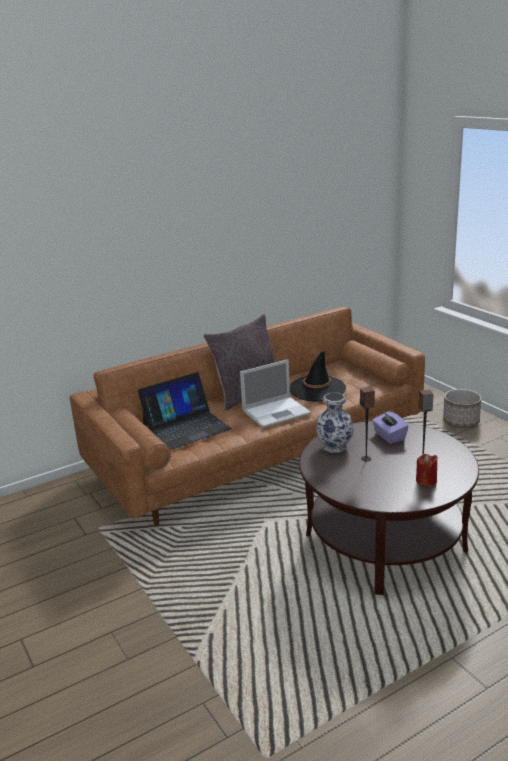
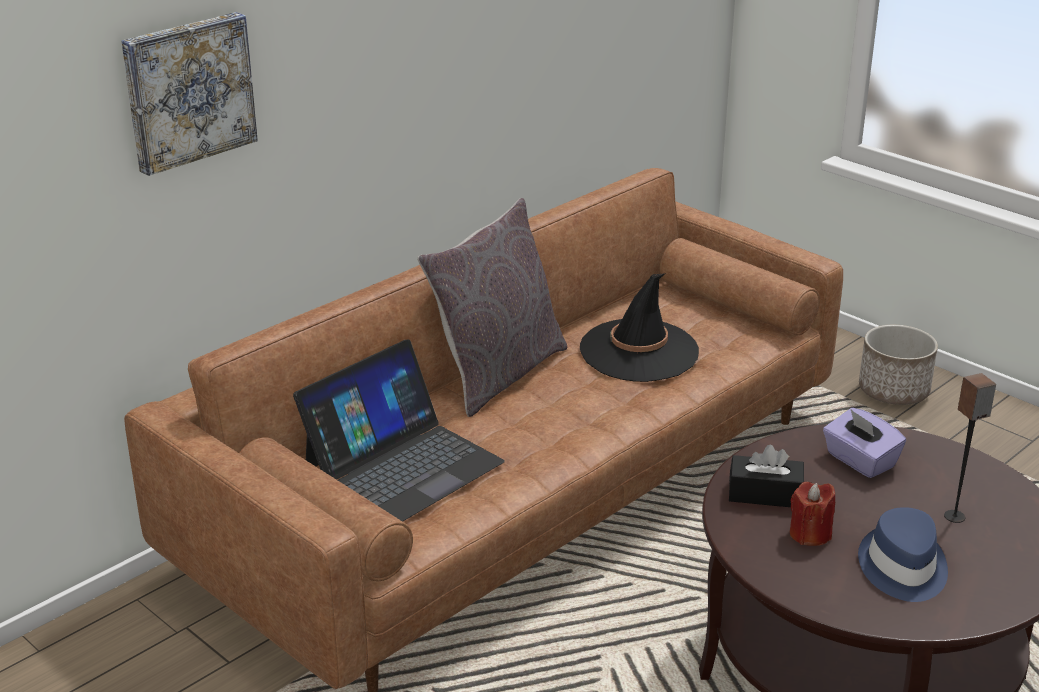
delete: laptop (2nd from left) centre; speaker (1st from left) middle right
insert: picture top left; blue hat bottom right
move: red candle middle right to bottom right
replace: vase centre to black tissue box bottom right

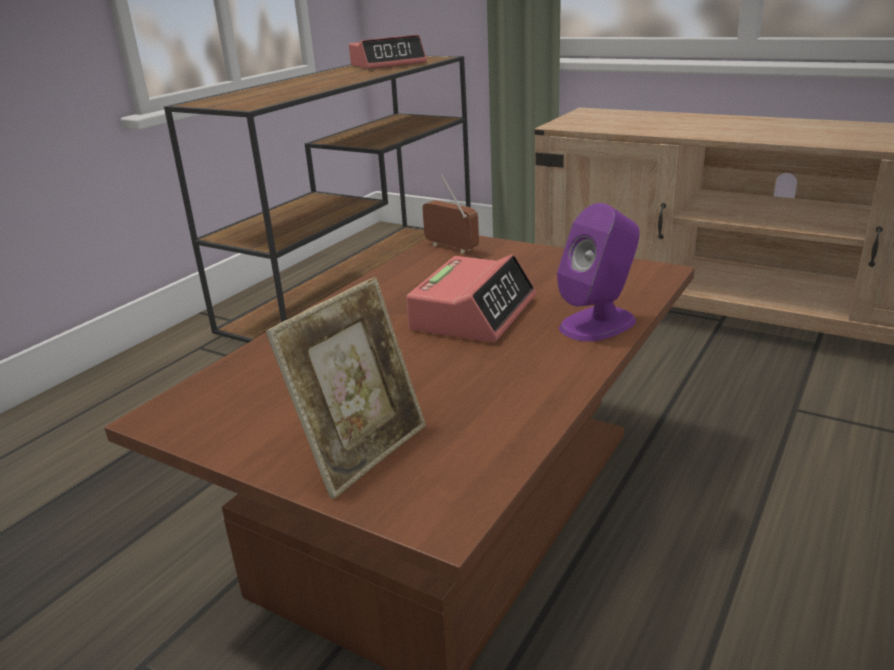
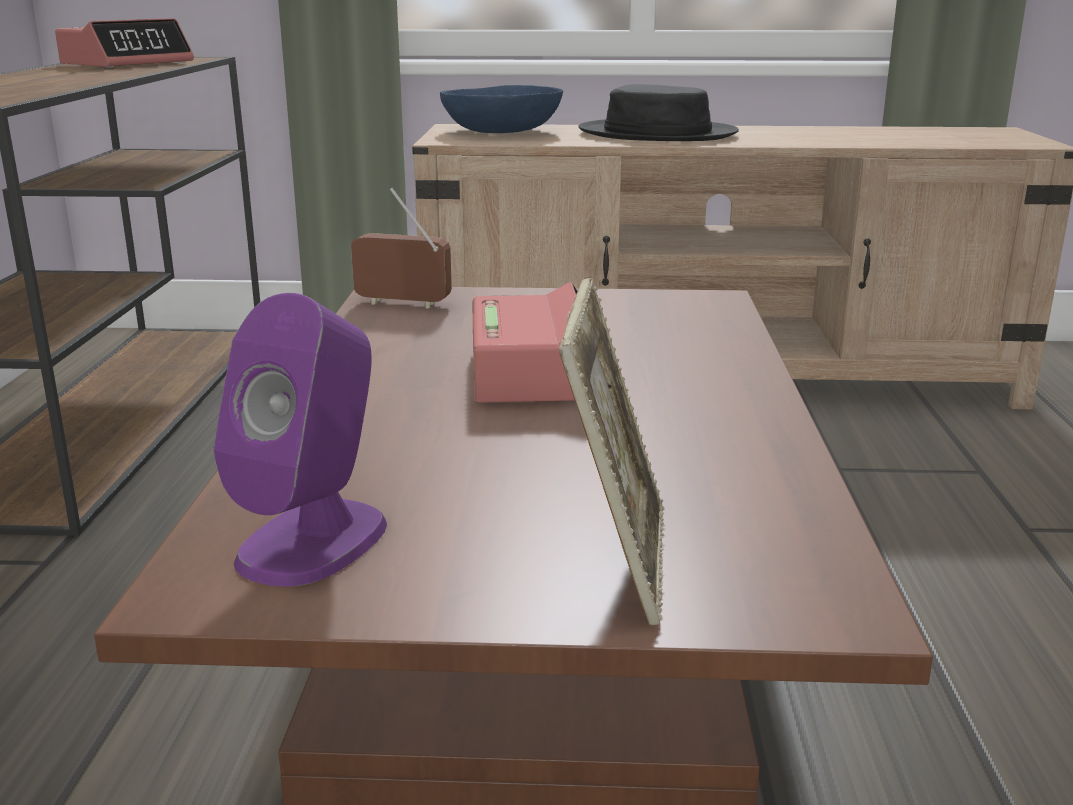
insert: black hat top centre; blue bowl top centre
move: purple speaker middle right to middle left

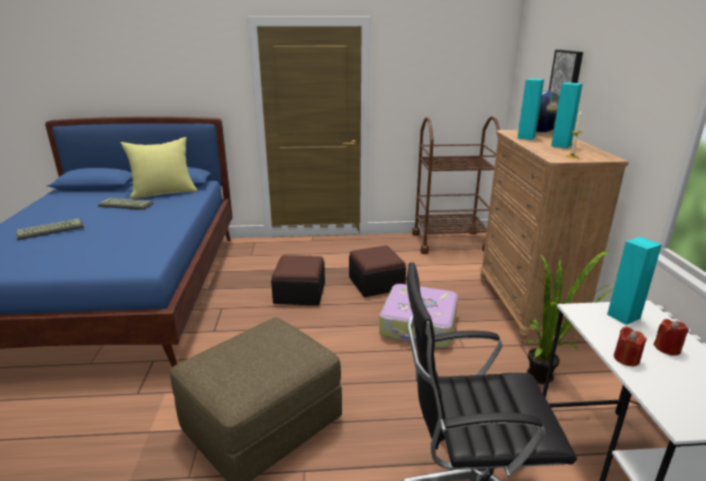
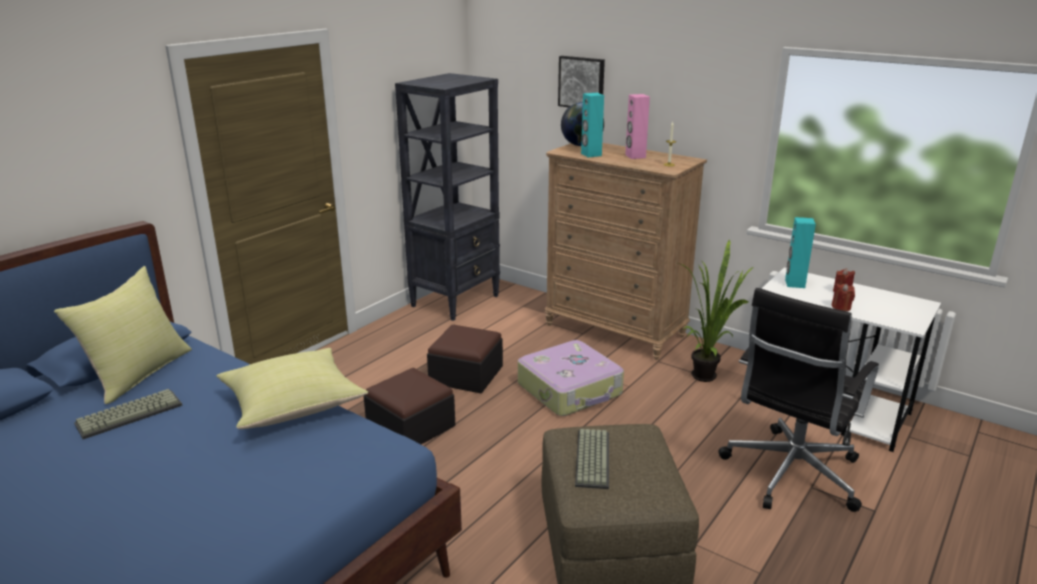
insert: yellow pillow (2nd from left) middle left
move: keyboard (1st from left in the first image) middle left to keyboard (2nd from left) bottom centre
replace: brown cart centre to black bookcase centre
recolor: turquoise speaker (2nd from left) top right to pink speaker top centre

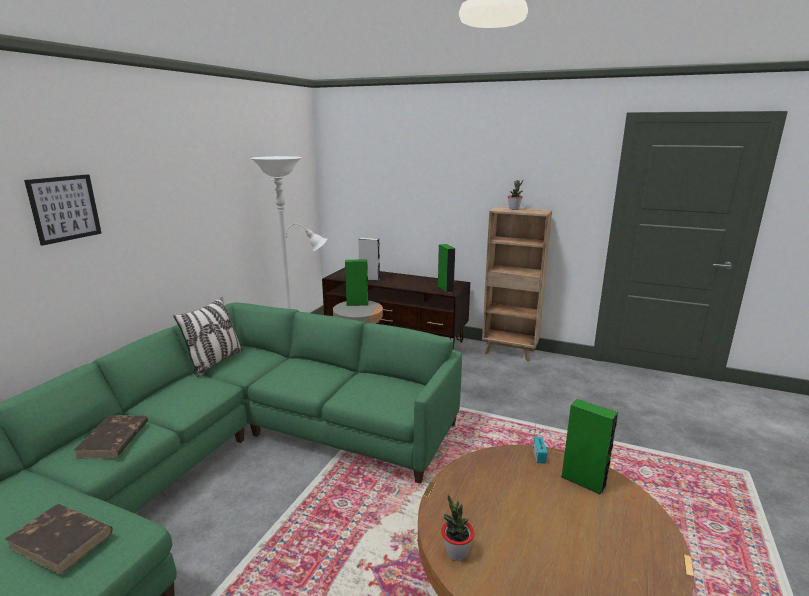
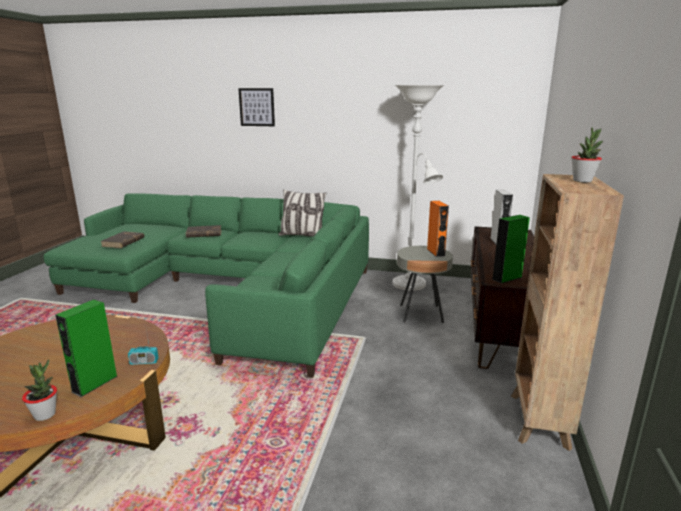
move: potted plant (1st from left) bottom centre to bottom left
recolor: green speaker (1st from left) centre to orange speaker centre

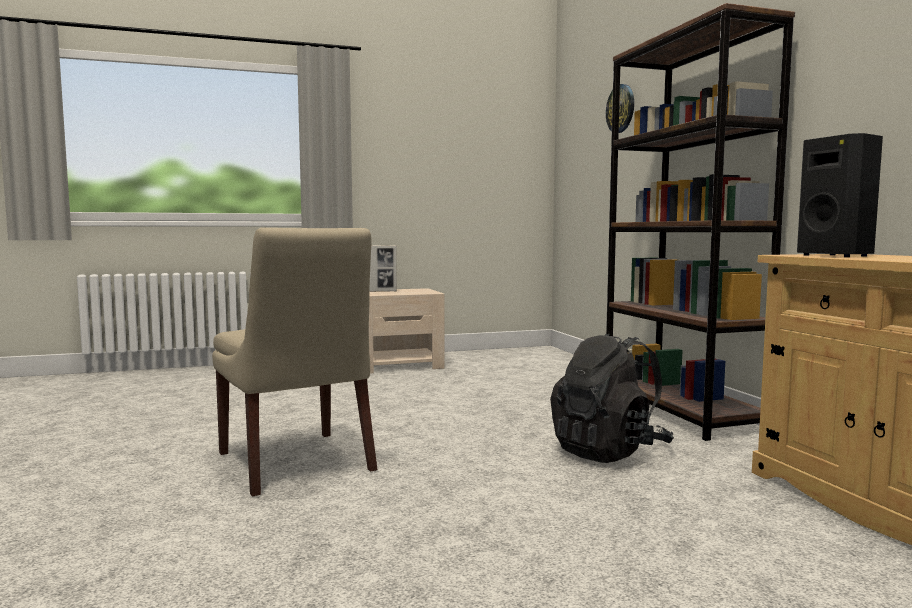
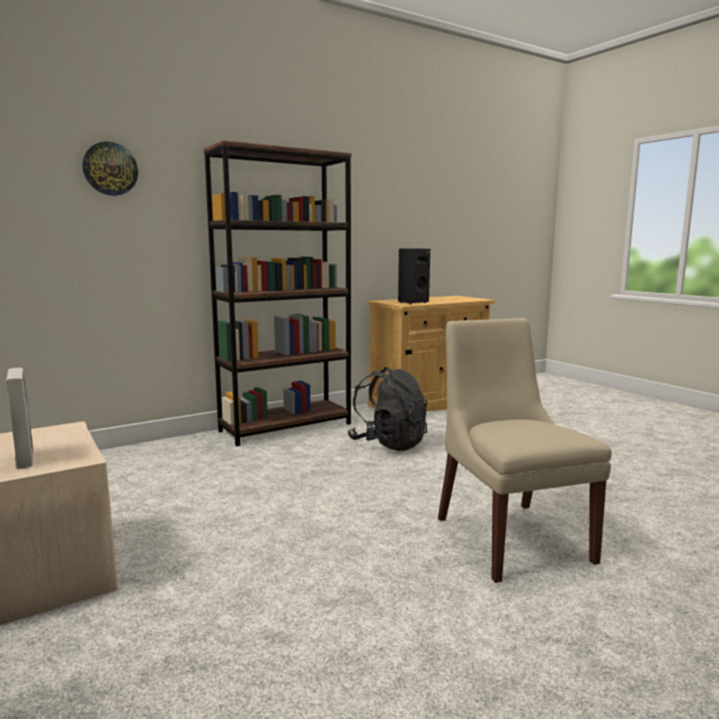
rotate: beige chair middle left = middle right 60 degrees counterclockwise

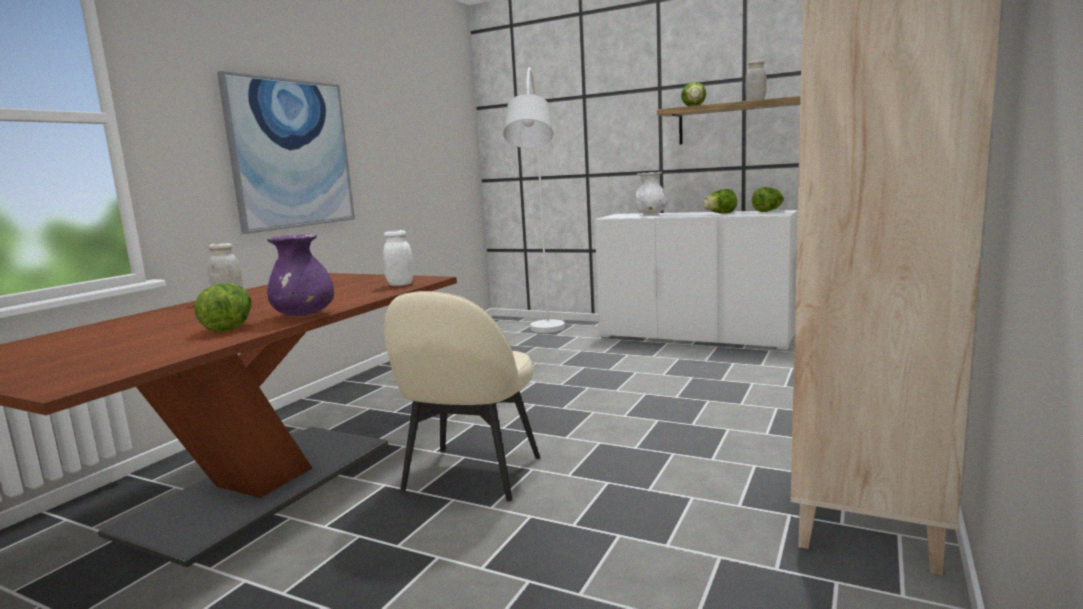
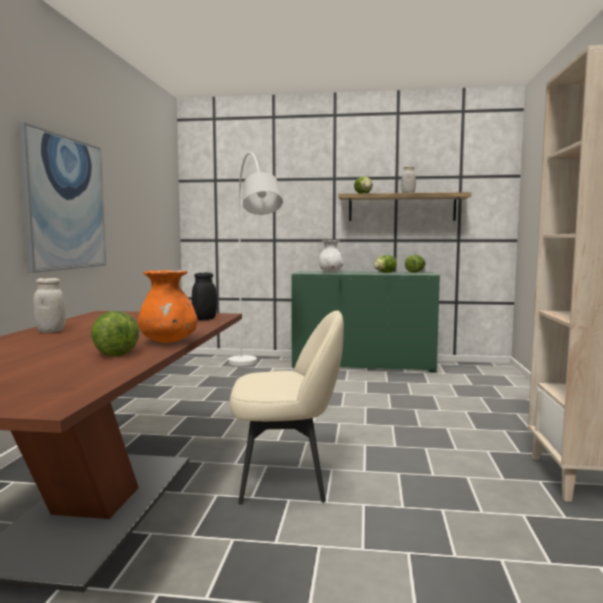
recolor: white cabinet centre to green cabinet centre; white jar (2nd from left) centre to black jar centre; purple vase middle left to orange vase middle left
rotate: beige chair centre = bottom centre 90 degrees counterclockwise

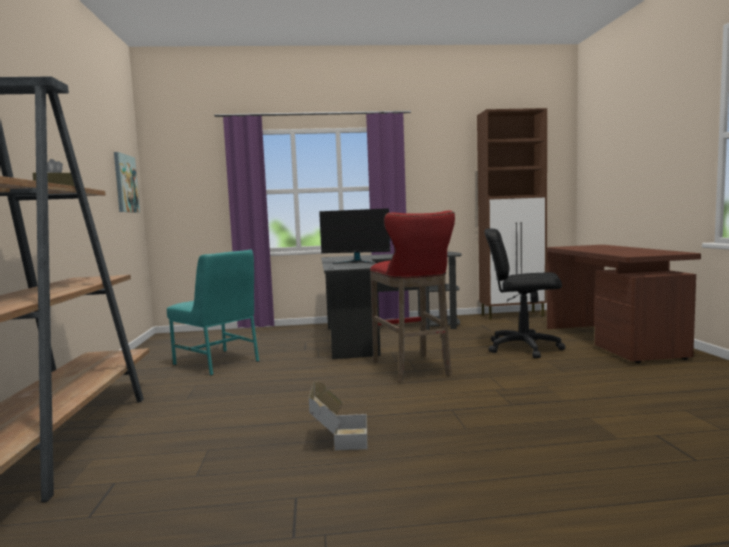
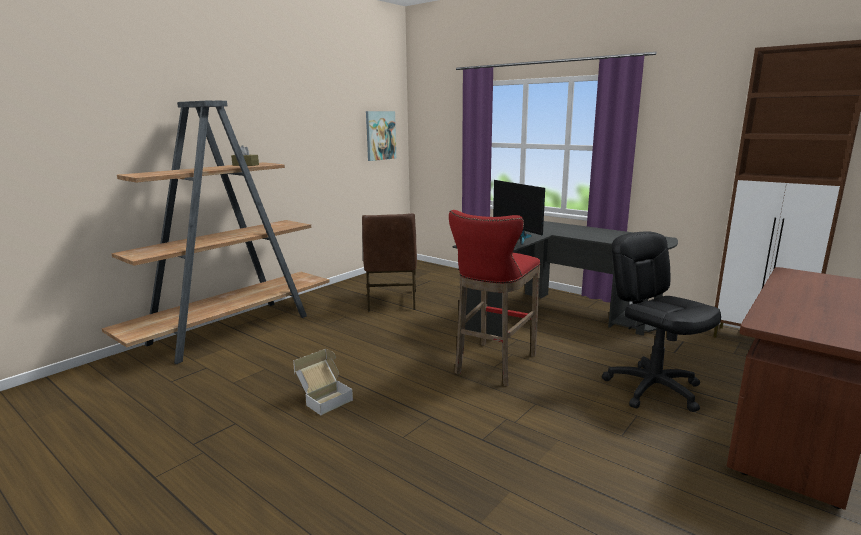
recolor: turquoise chair middle left to brown chair centre

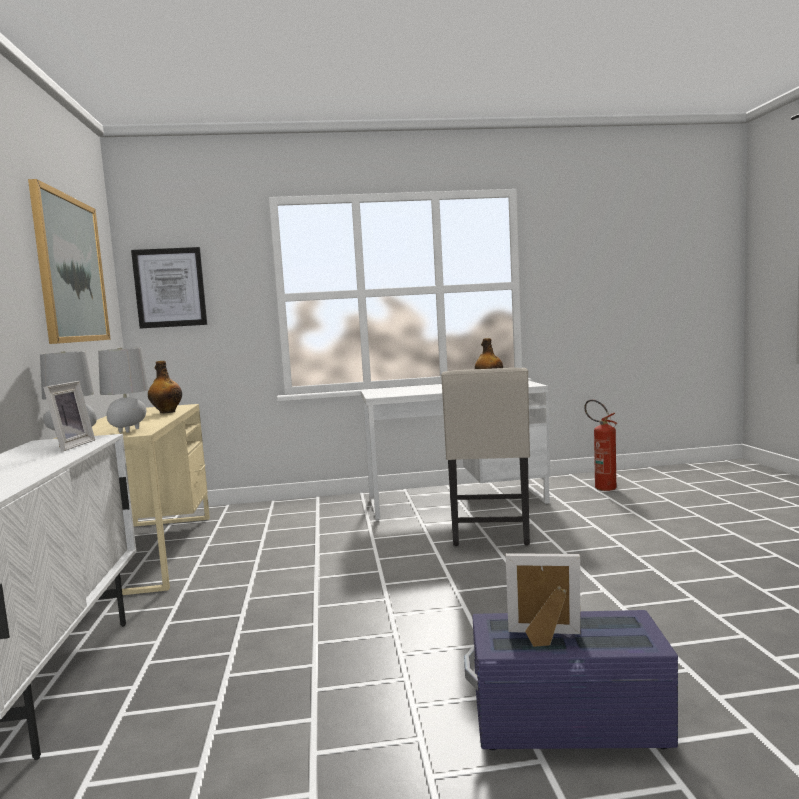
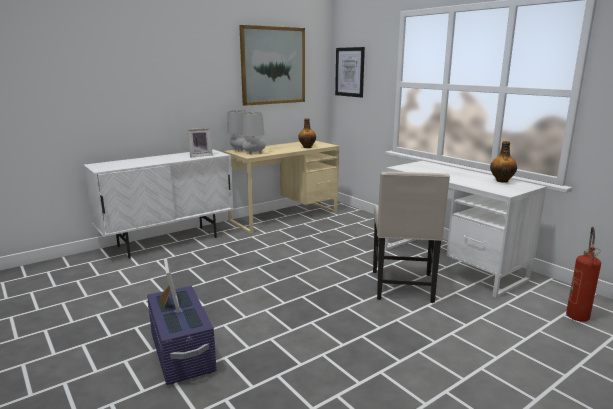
rotate: beige chair centre = middle right 60 degrees counterclockwise

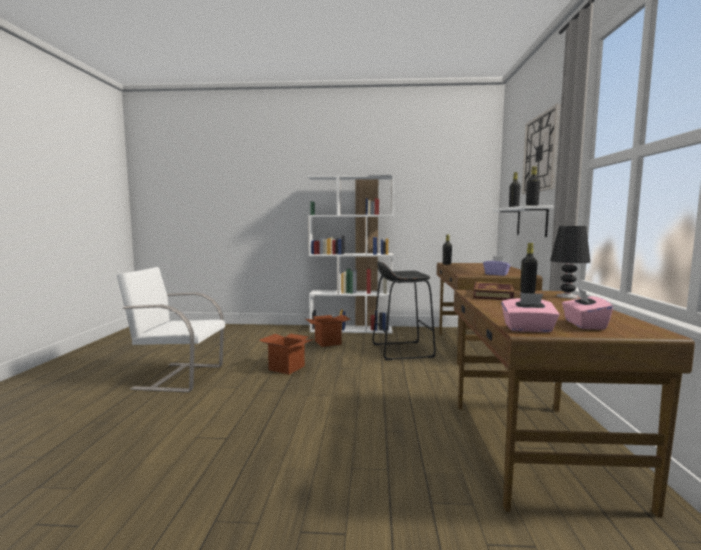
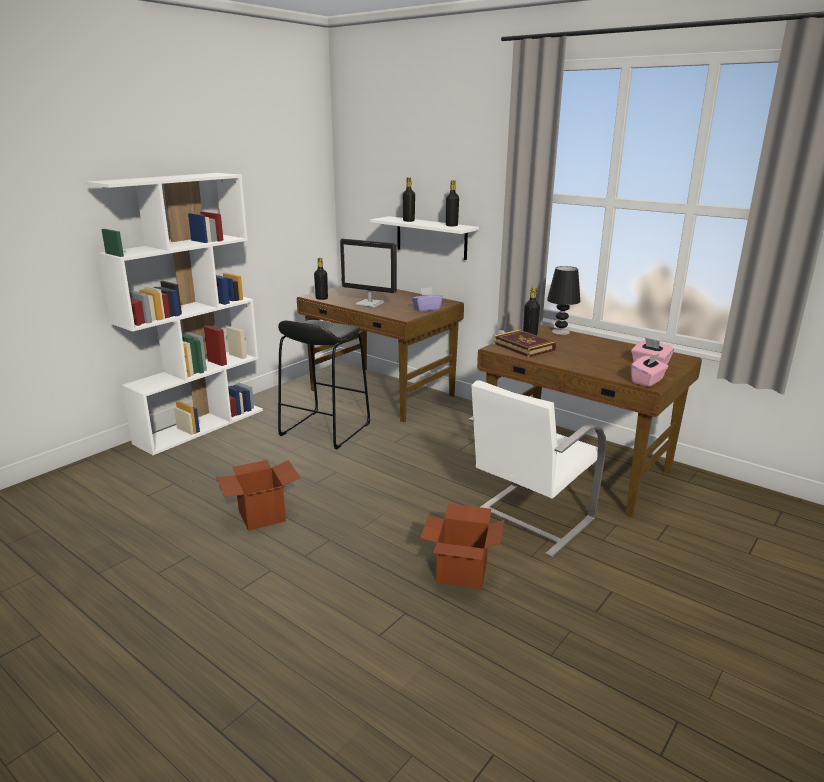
delete: wall clock top right
insert: monitor centre
move: white chair middle left to centre; cardboard box (2nd from left) centre to bottom centre

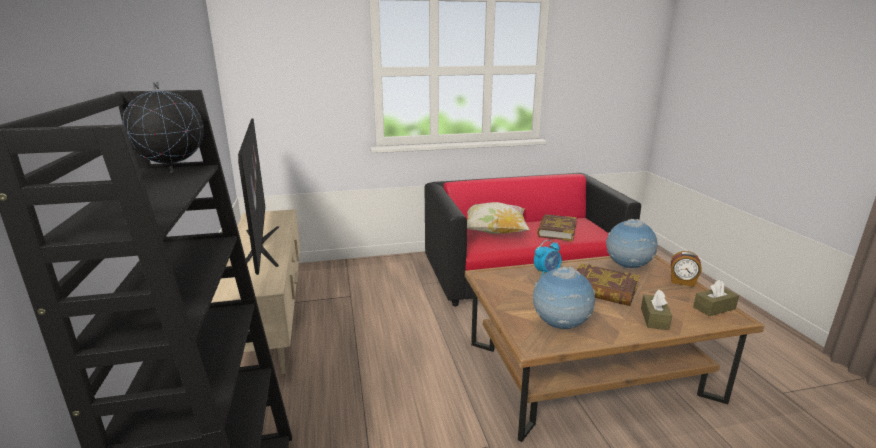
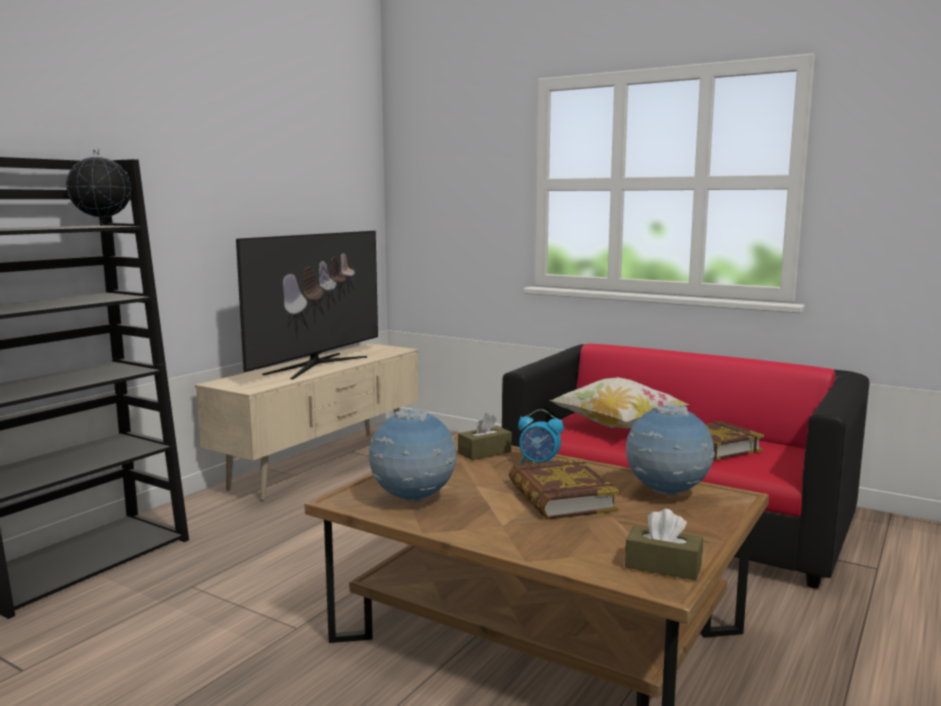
delete: alarm clock (2nd from left) middle right
move: brown tissue box (1st from left) bottom right to centre

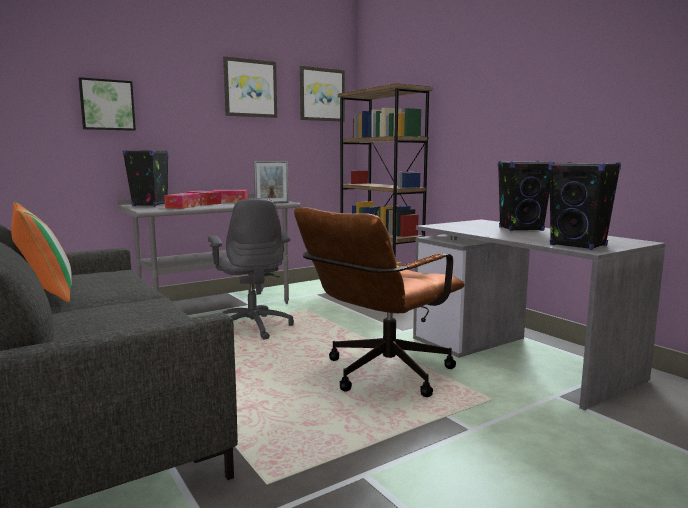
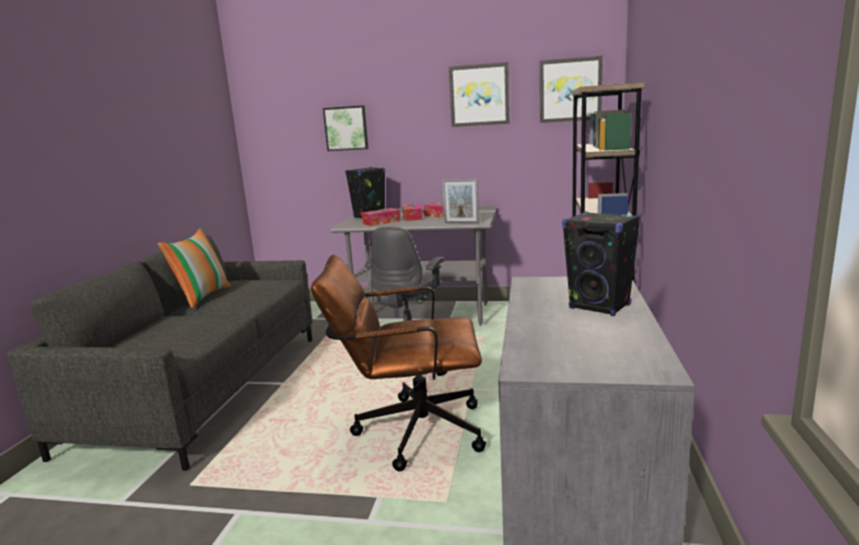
delete: black speaker (3rd from left) middle right

